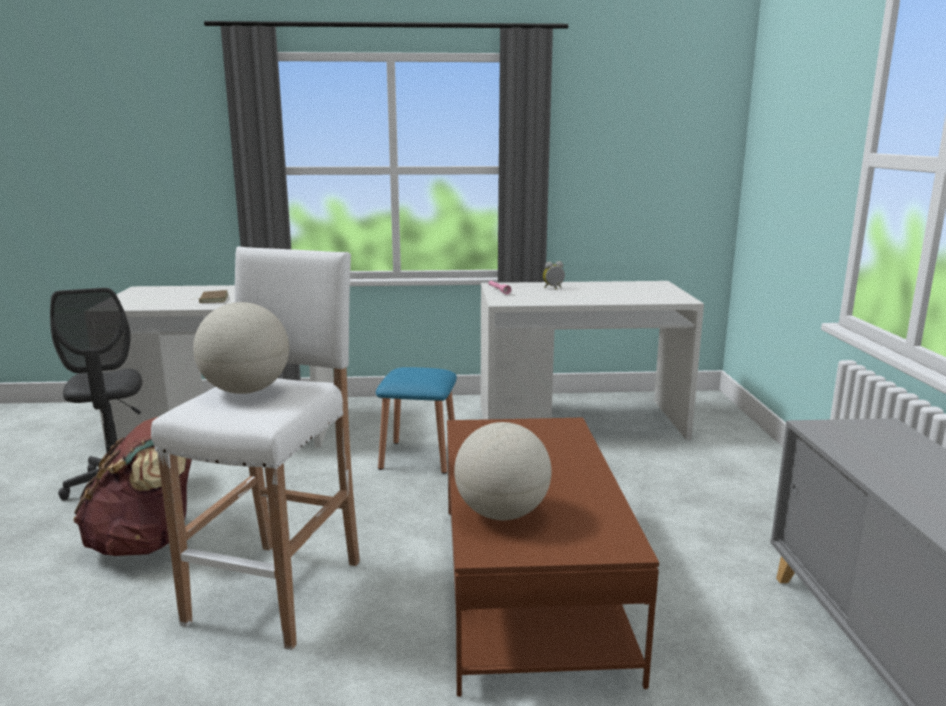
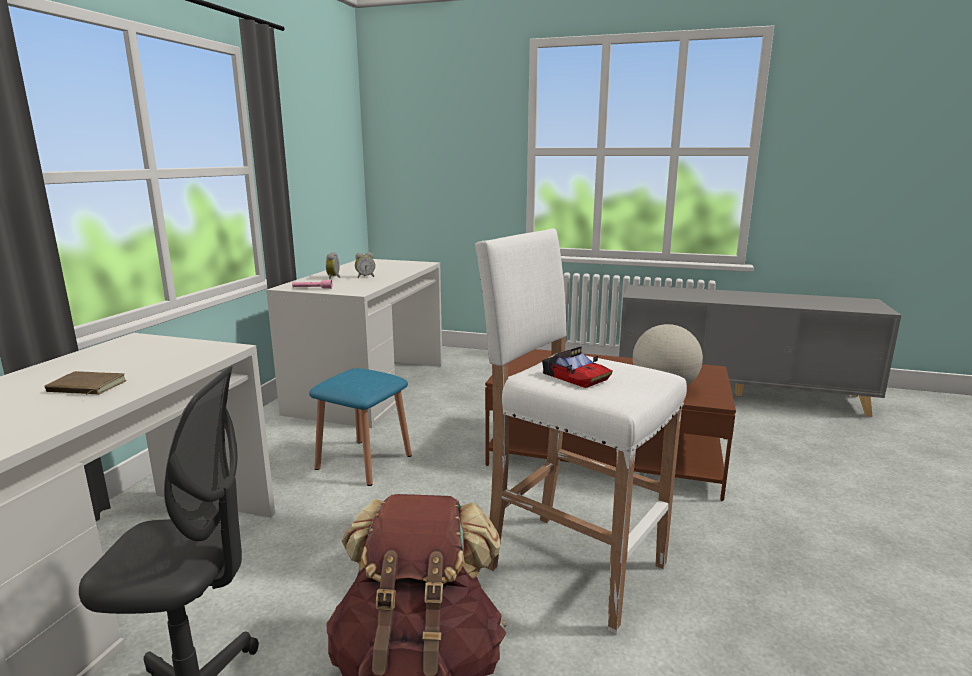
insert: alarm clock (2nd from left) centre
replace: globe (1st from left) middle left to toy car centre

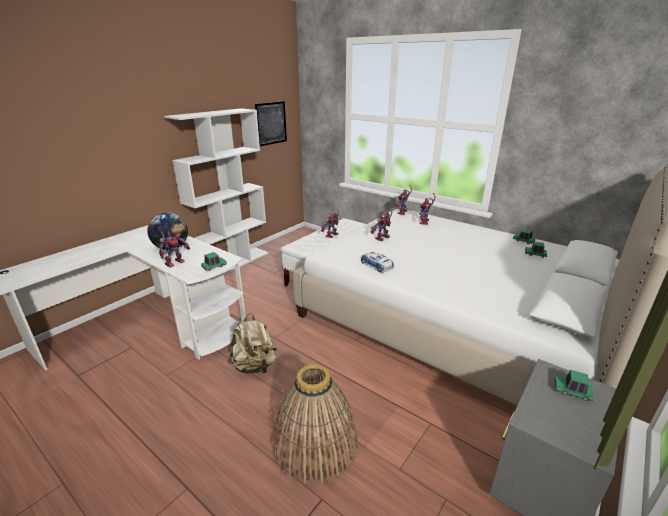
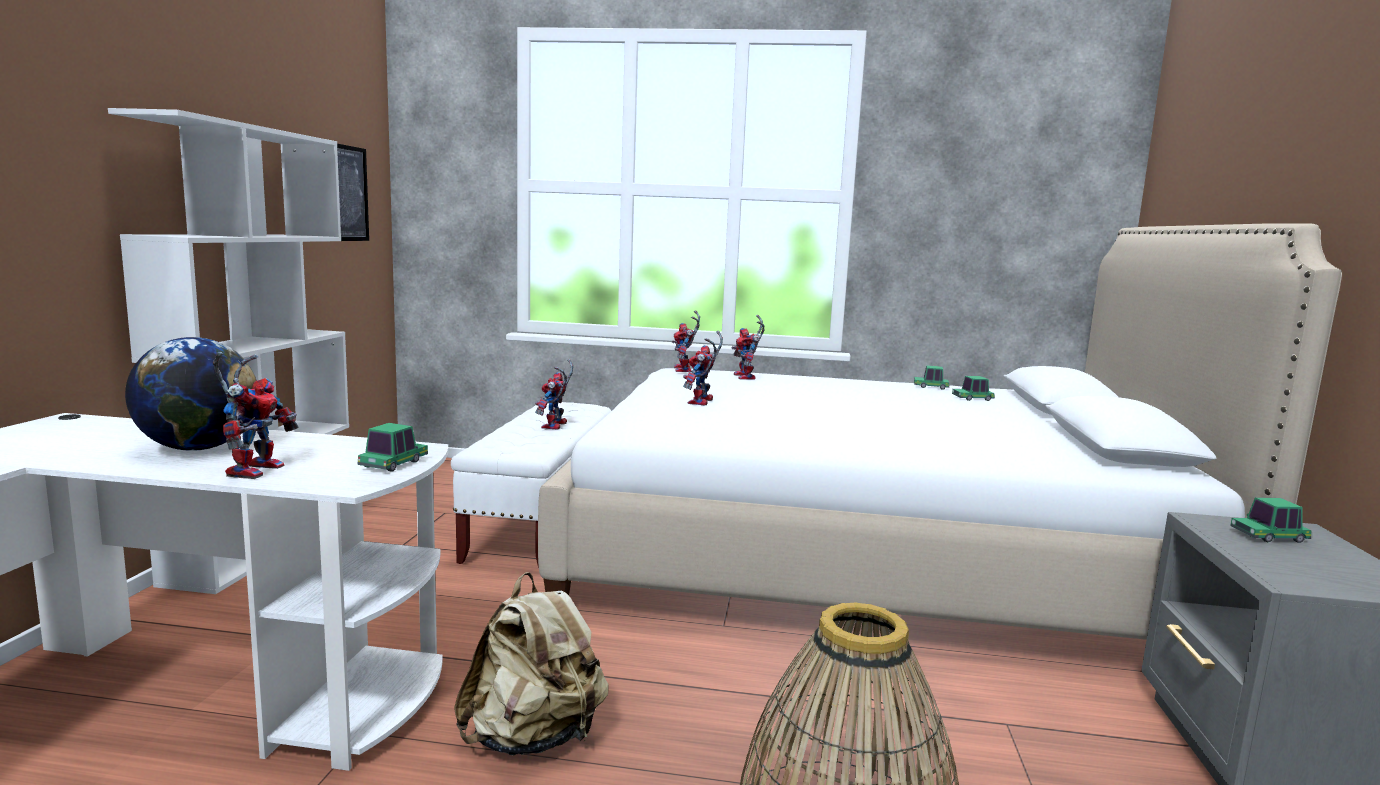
delete: toy car (2nd from left) centre

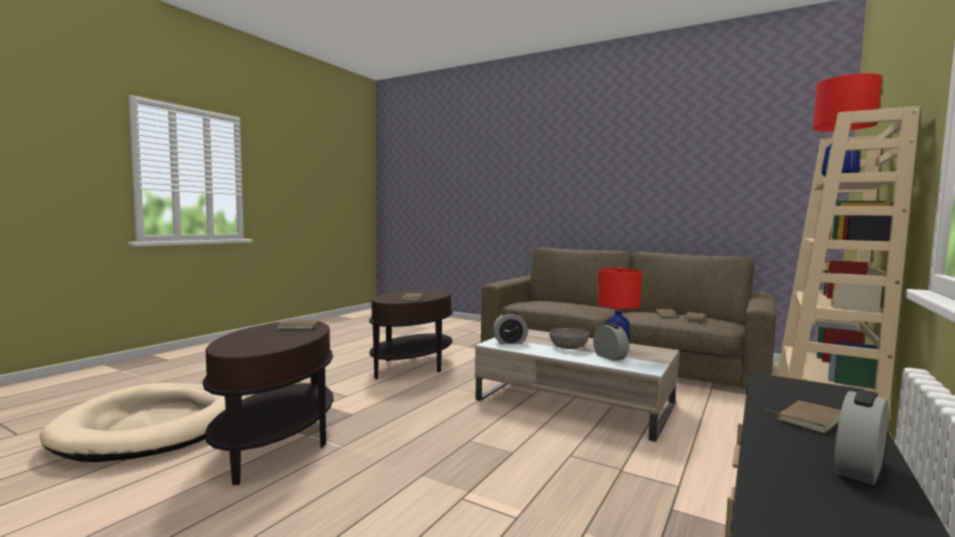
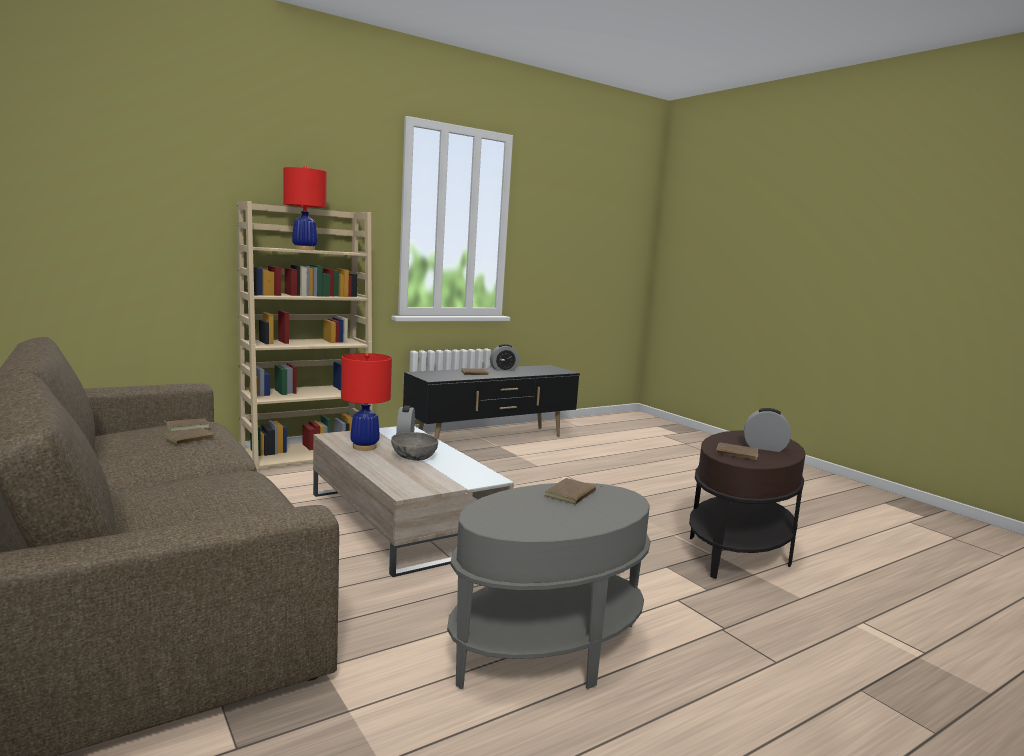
delete: beige dog bed bottom left
move: alarm clock (1st from left in the first image) centre to alarm clock (3rd from left) middle right
recolor: brown side table (2nd from left) centre to grey side table bottom centre

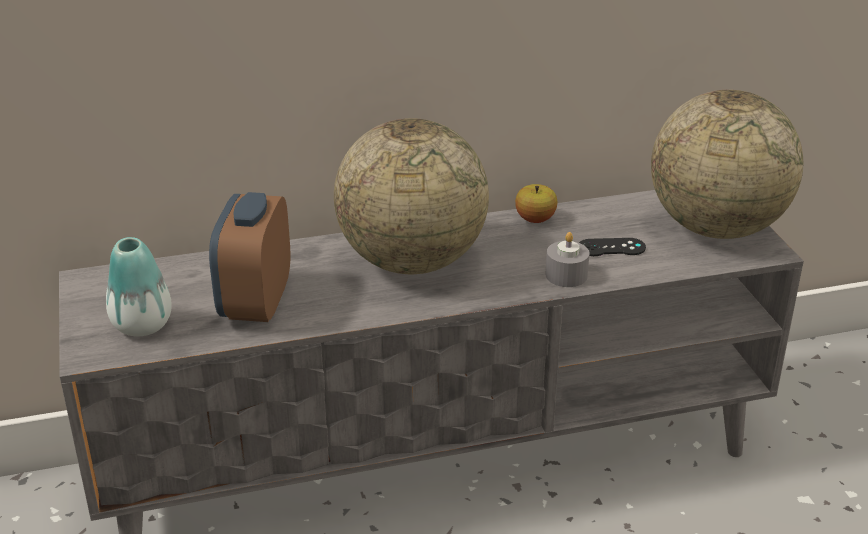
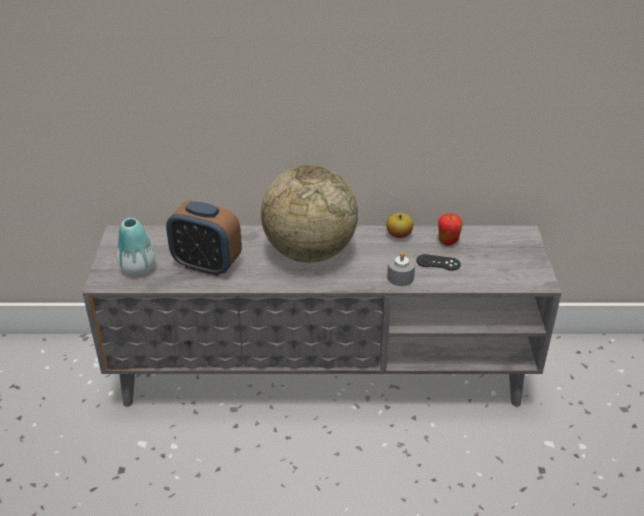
delete: globe (2nd from left) top right
insert: apple (2nd from left) middle right
rotate: alarm clock middle left = middle left 90 degrees counterclockwise

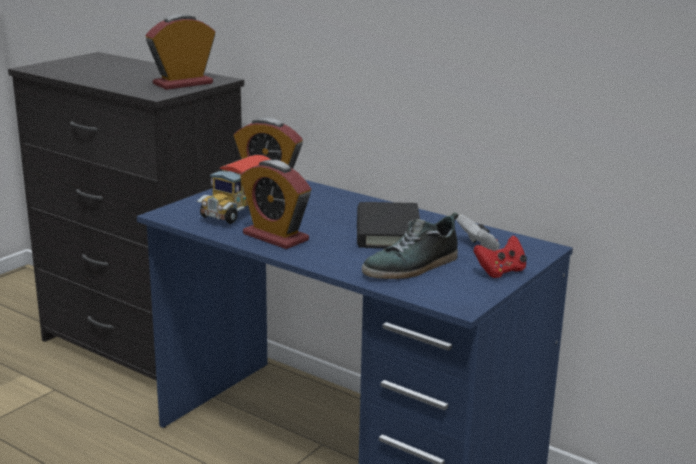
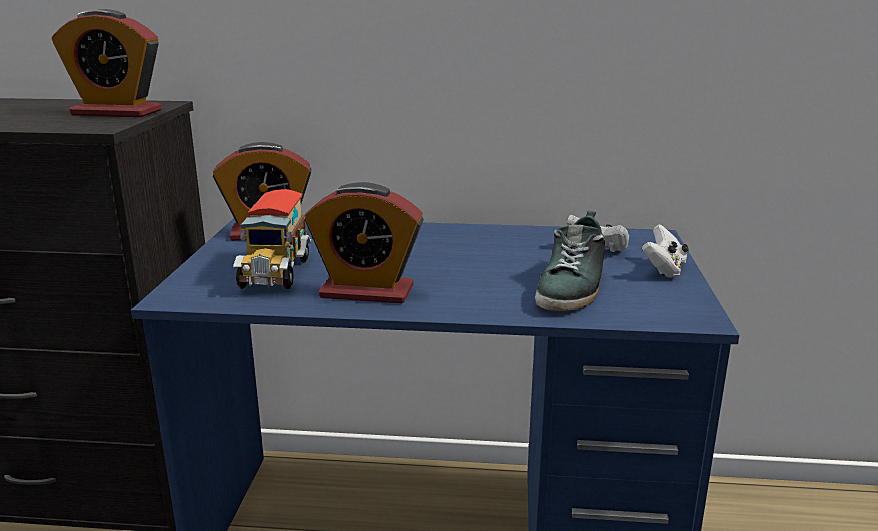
delete: black book centre
recolor: red game controller middle right to white game controller (2nd from left) middle right
rotate: alarm clock (1st from left) top left = top left 105 degrees counterclockwise

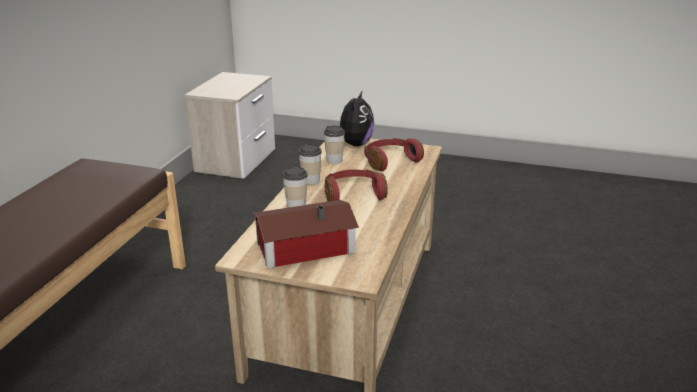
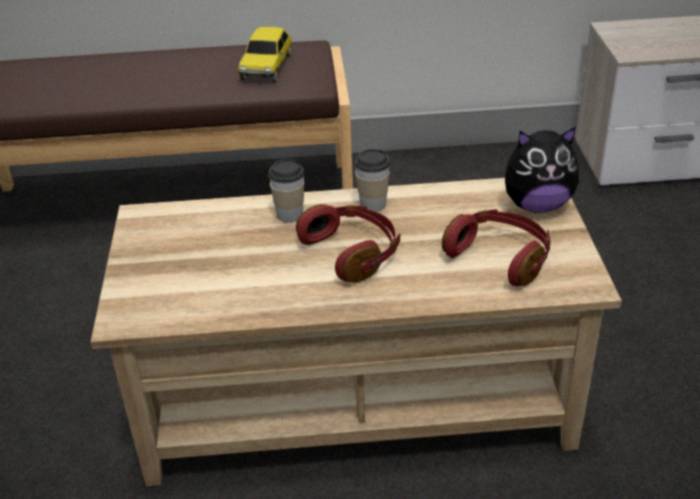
delete: cup (3rd from left) centre; toy house centre
insert: toy car top centre

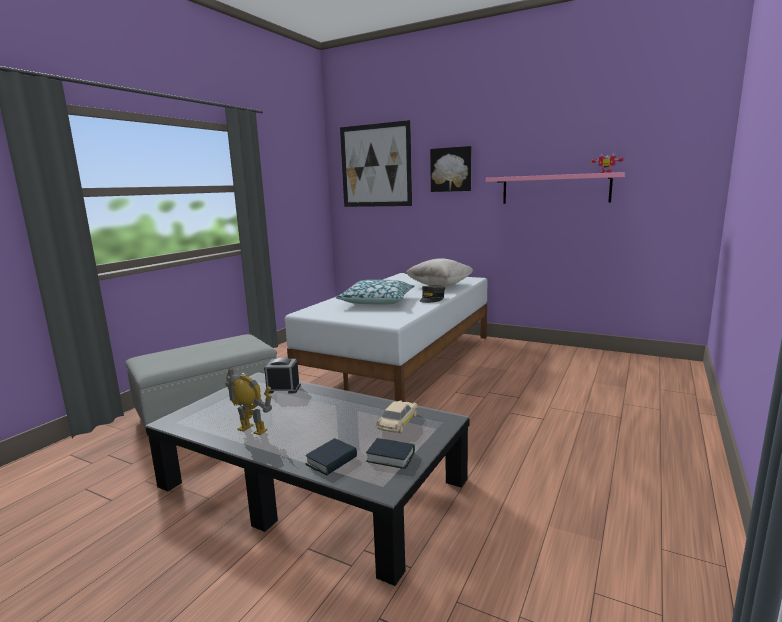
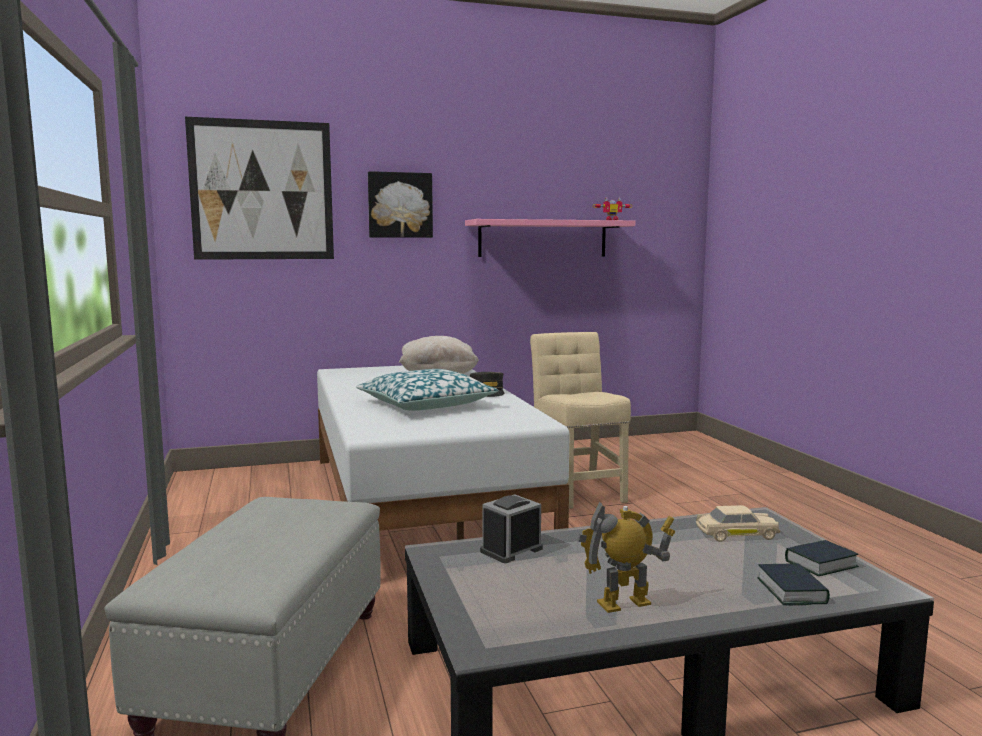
insert: beige chair centre
rotate: beige toy car bottom centre = bottom right 105 degrees clockwise

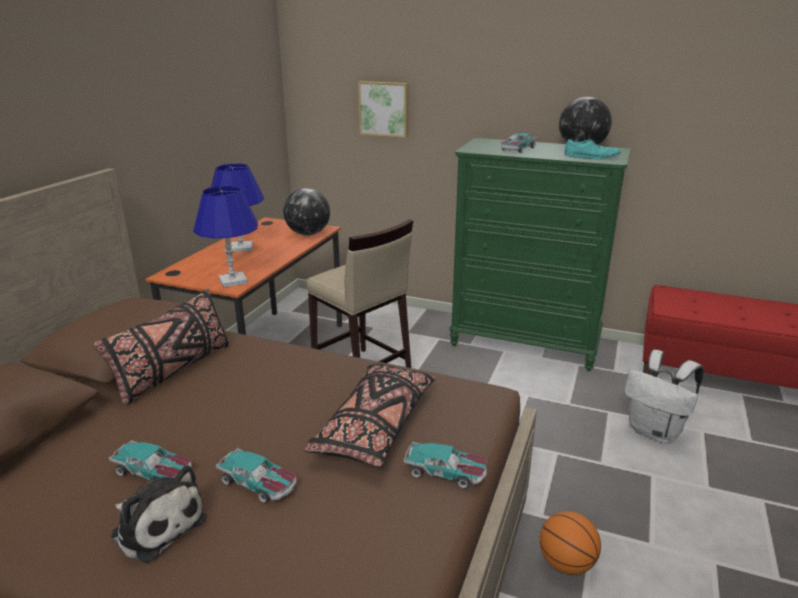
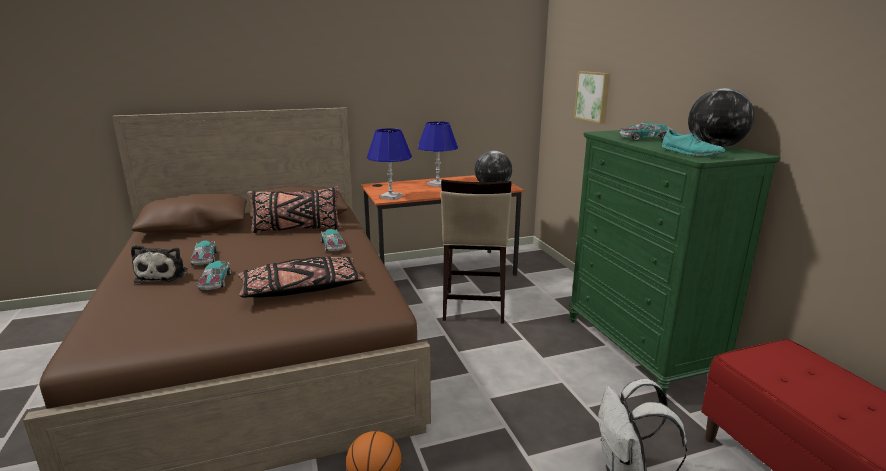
move: toy car (3rd from left) bottom centre to centre

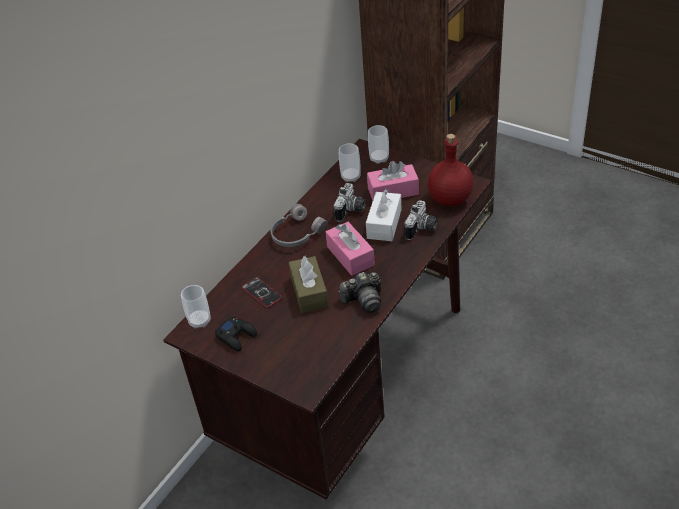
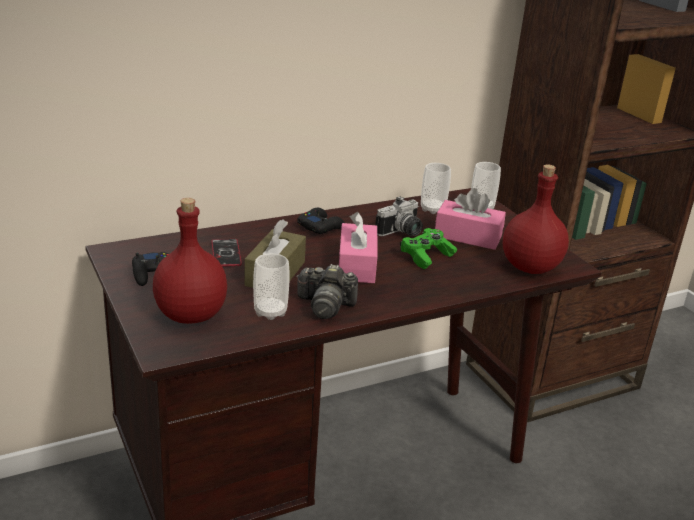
delete: photo camera (3rd from left) centre
insert: red bottle (1st from left) middle left
move: cup (1st from left) middle left to centre
replace: white tissue box centre to green game controller centre; grey headphones centre to black game controller (2nd from left) centre

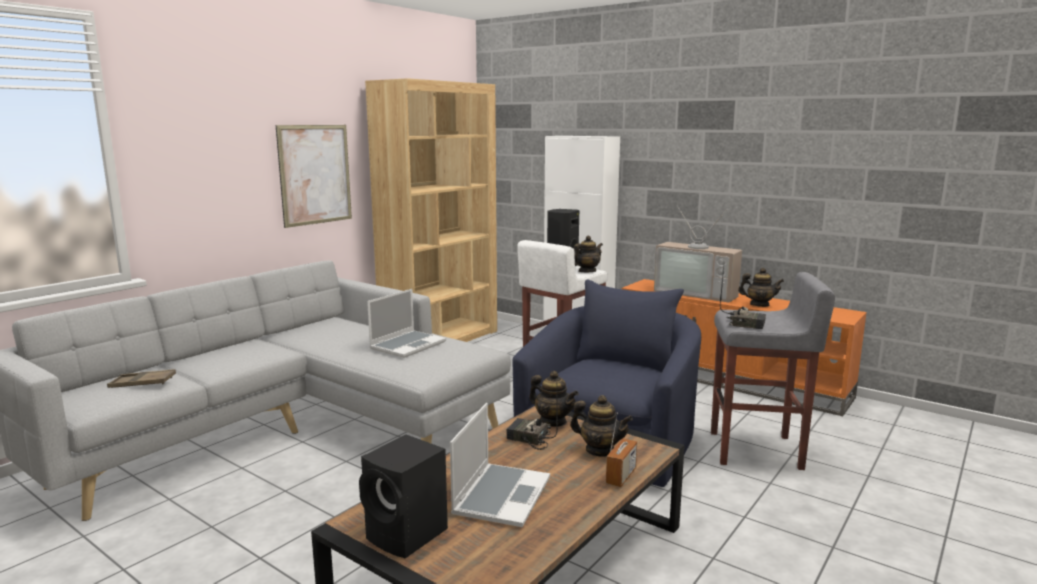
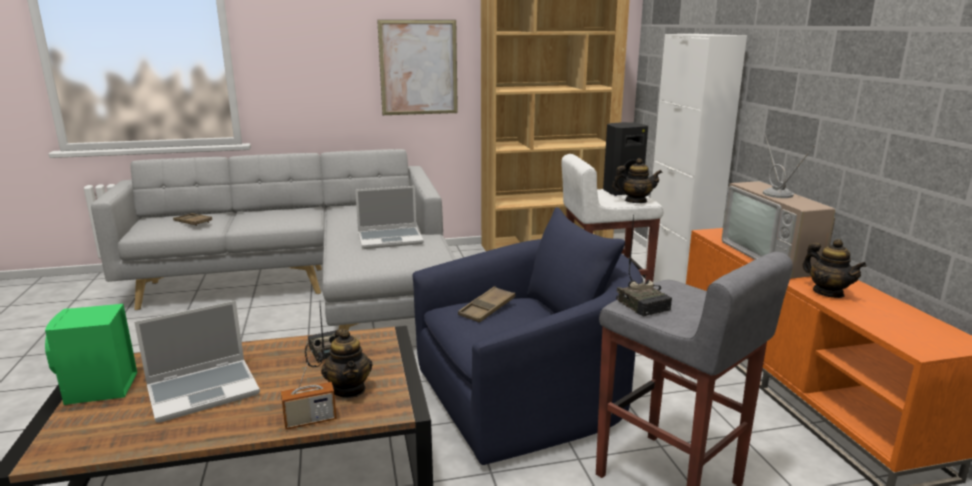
delete: teapot (1st from left) bottom centre
insert: brown tray (2nd from left) centre
recolor: black speaker (1st from left) bottom centre to green speaker bottom left

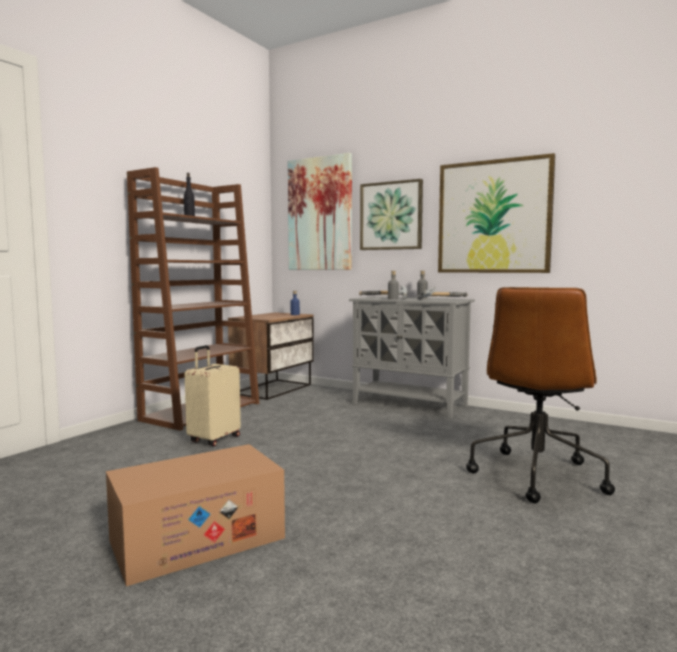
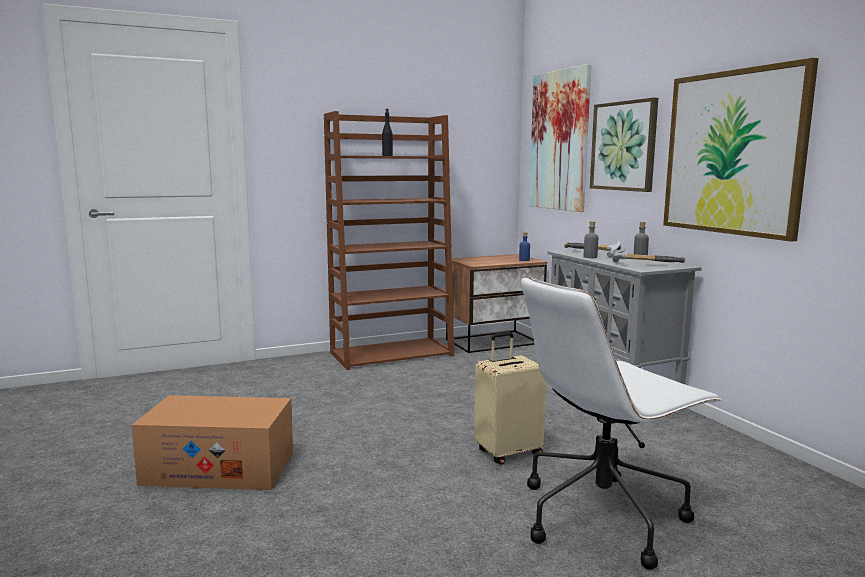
move: beige suitcase middle left to bottom centre
recolor: brown office chair middle right to white office chair bottom right

